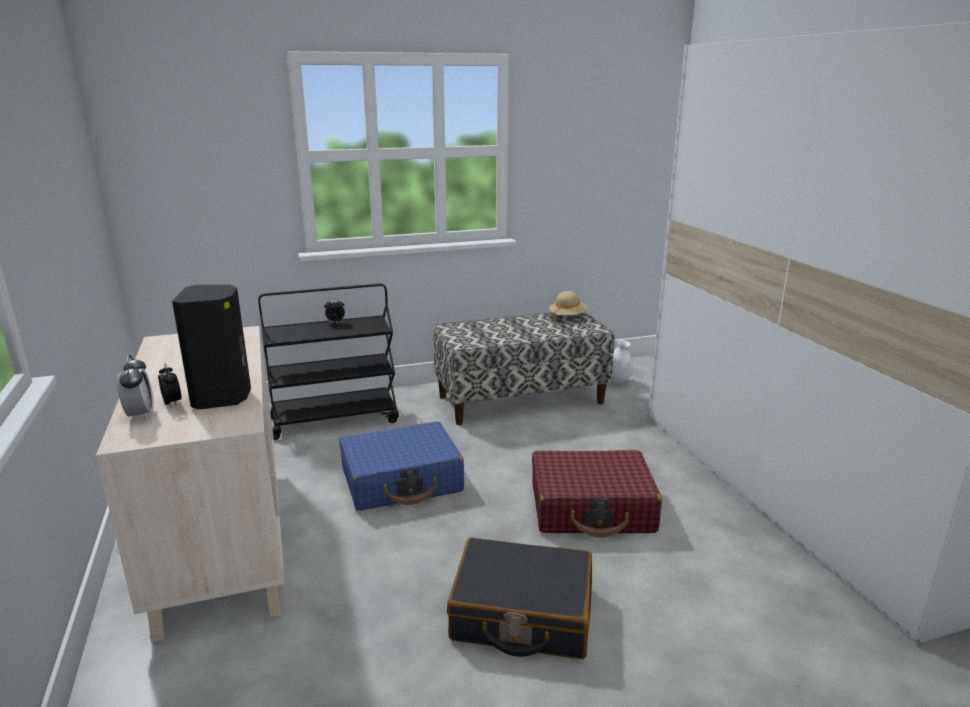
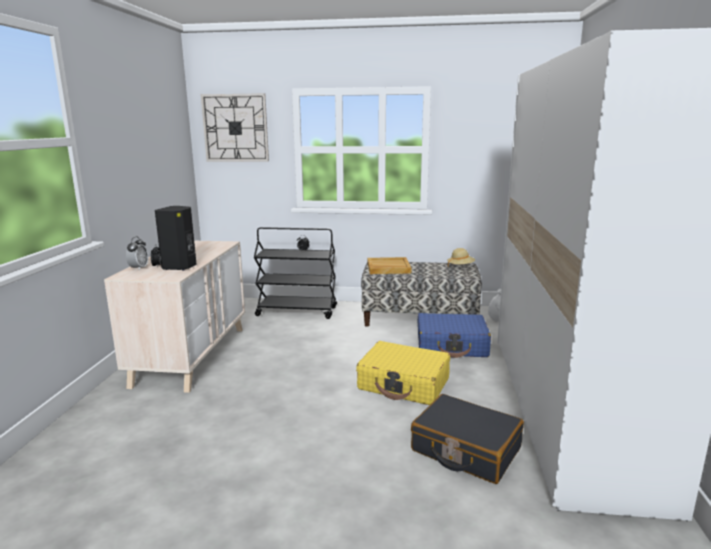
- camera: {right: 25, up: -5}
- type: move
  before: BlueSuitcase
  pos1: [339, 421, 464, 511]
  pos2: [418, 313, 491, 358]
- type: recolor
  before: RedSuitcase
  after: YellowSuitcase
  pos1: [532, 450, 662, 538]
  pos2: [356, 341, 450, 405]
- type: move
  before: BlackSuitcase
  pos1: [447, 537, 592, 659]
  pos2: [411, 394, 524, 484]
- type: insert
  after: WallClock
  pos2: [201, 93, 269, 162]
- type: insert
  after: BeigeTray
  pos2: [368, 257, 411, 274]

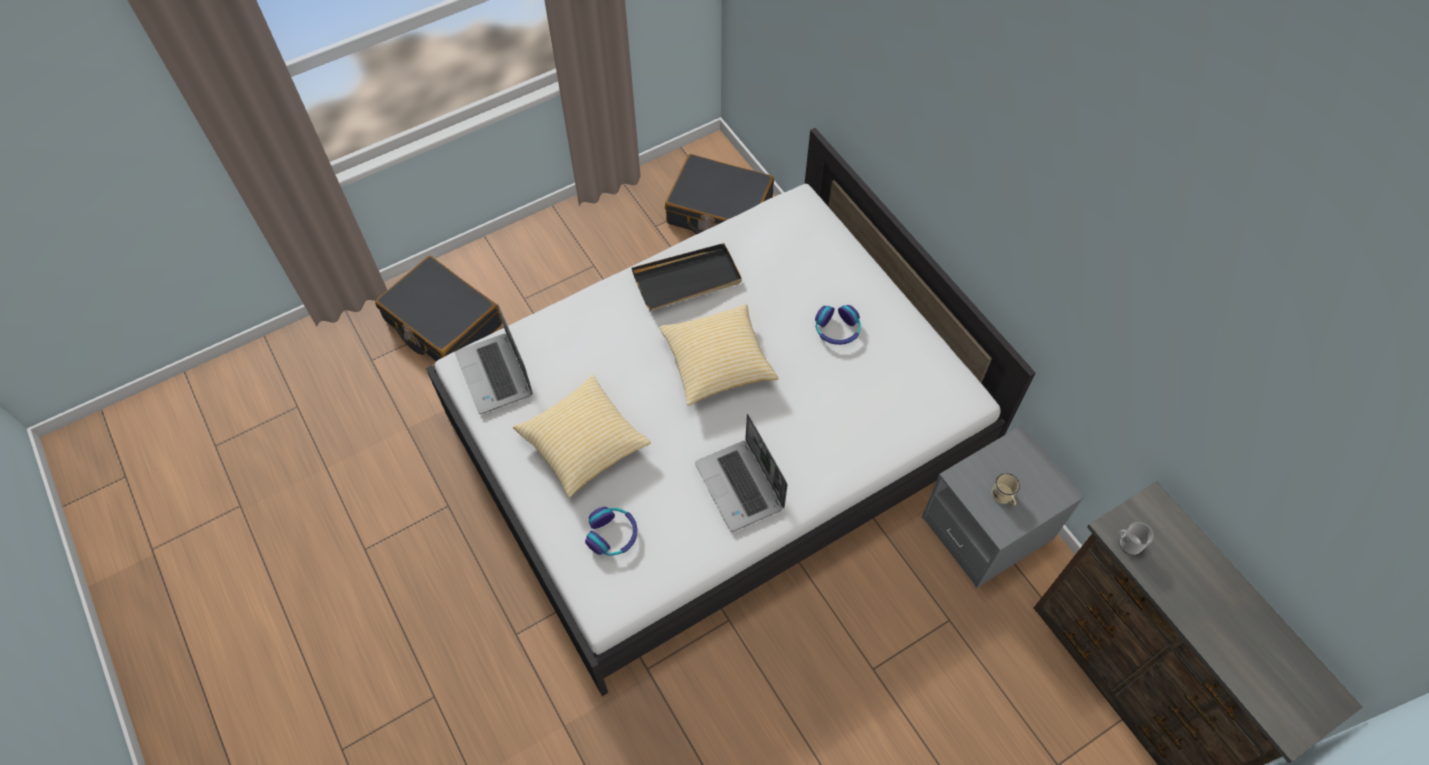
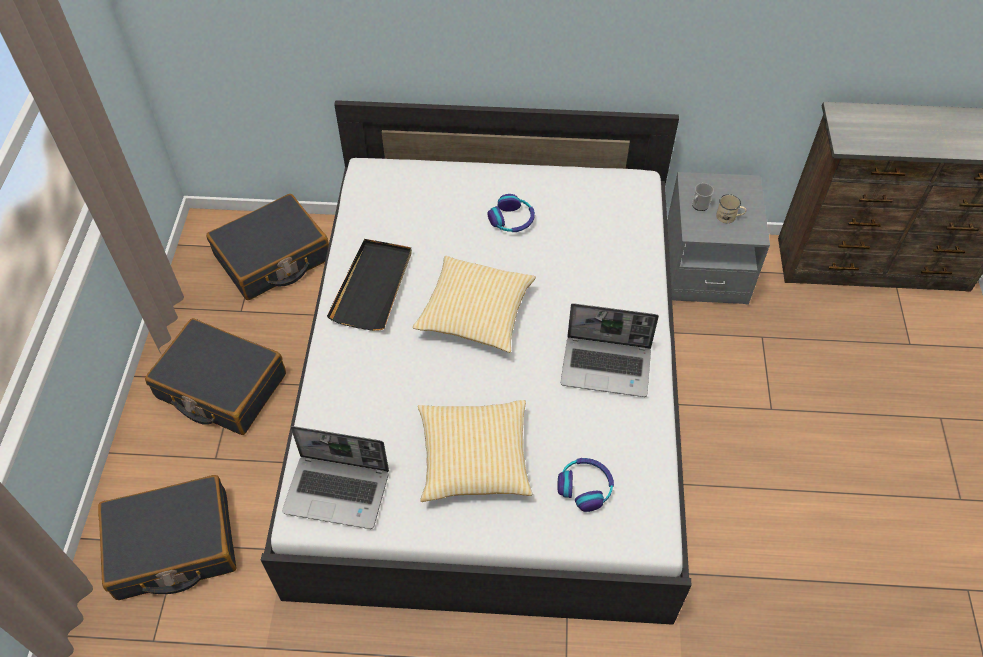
- camera: {right: -55, up: -5}
- type: move
  before: Mug
  pos1: [1120, 522, 1154, 555]
  pos2: [692, 183, 714, 211]
- type: insert
  after: BlackSuitcase
  pos2: [145, 318, 286, 435]

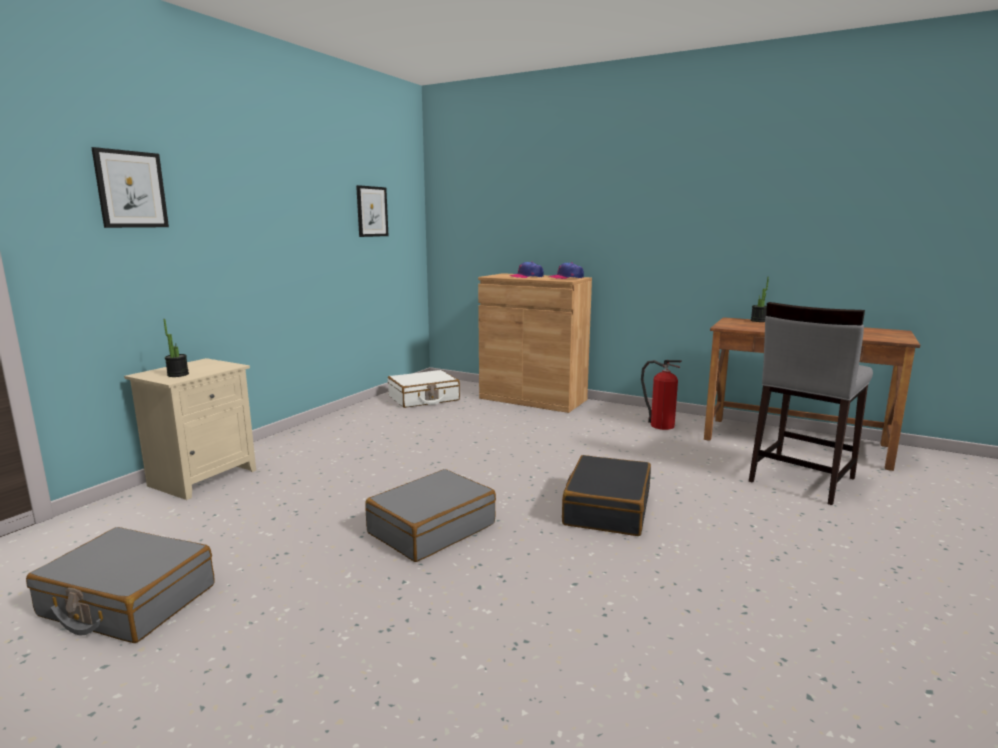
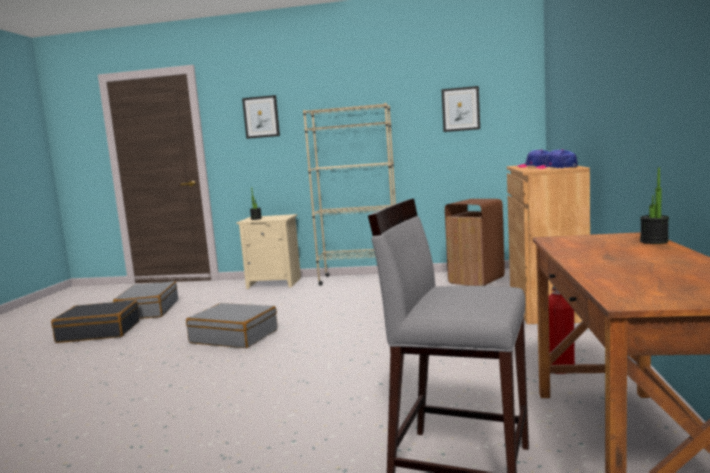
- camera: {right: 70, up: -5}
- type: replace
  before: WhiteSuitcase
  after: BrownTrashCan
  pos1: [388, 370, 460, 408]
  pos2: [445, 199, 505, 286]
- type: move
  before: BlackSuitcase
  pos1: [562, 455, 651, 536]
  pos2: [51, 300, 140, 343]
- type: insert
  after: BeigeBookcase
  pos2: [303, 103, 396, 286]

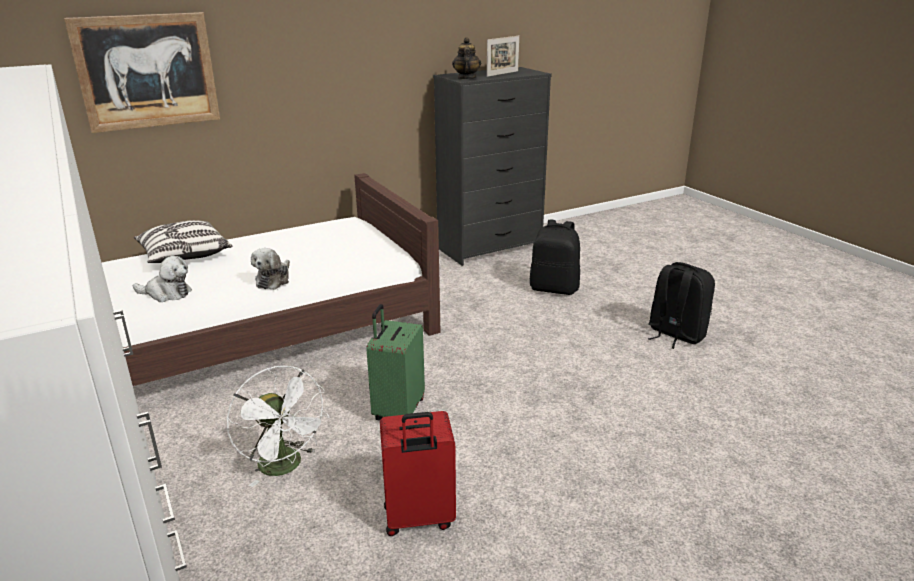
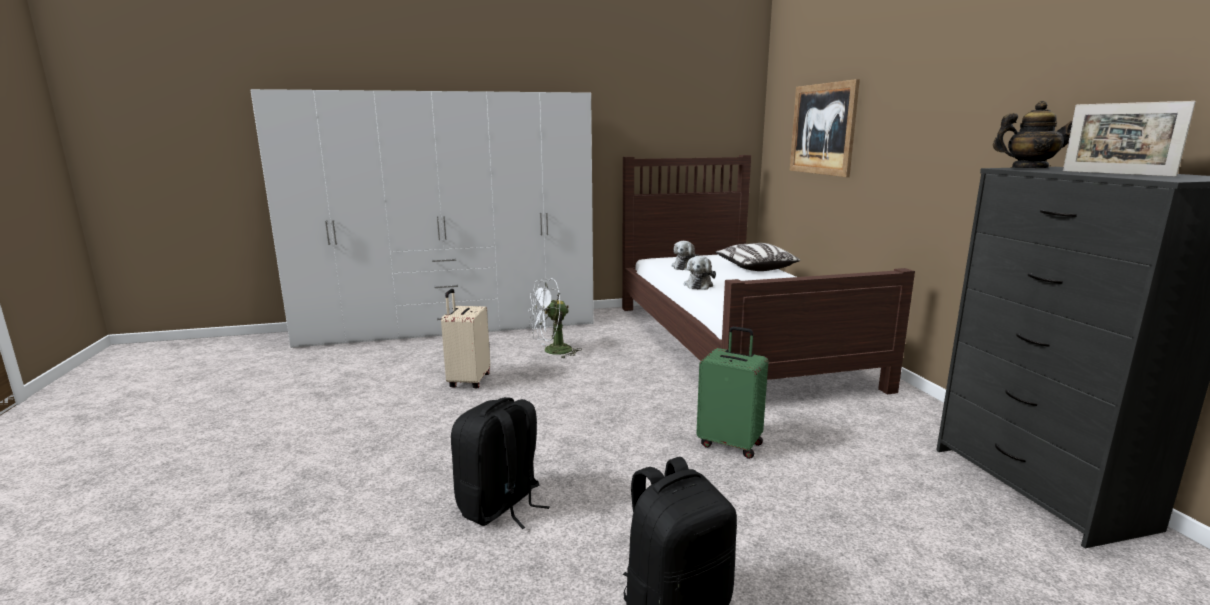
- camera: {right: 105, up: -10}
- type: move
  before: BlackBackpack
  pos1: [530, 220, 580, 295]
  pos2: [451, 397, 550, 529]
- type: rotate
  before: PlushToy
  pos1: [251, 248, 290, 290]
  pos2: [684, 256, 716, 290]
  turn: -105
- type: move
  before: GreenSuitcase
  pos1: [366, 304, 425, 421]
  pos2: [696, 326, 768, 459]
- type: recolor
  before: RedSuitcase
  after: BeigeSuitcase
  pos1: [380, 411, 456, 536]
  pos2: [441, 289, 490, 388]

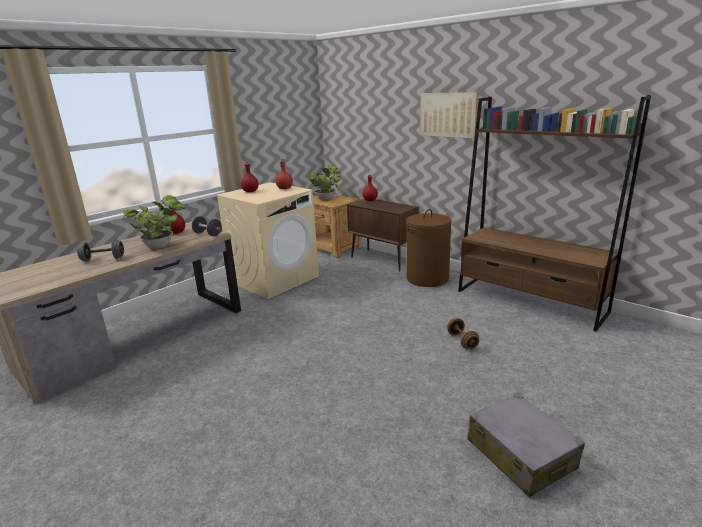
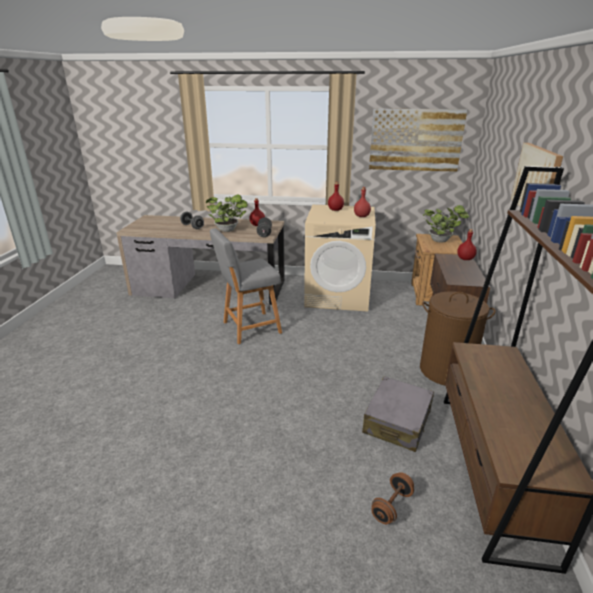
- camera: {right: 55, up: 5}
- type: move
  before: BrownDumbbell
  pos1: [447, 318, 479, 349]
  pos2: [371, 472, 414, 524]
- type: move
  before: GreySuitcase
  pos1: [468, 393, 585, 497]
  pos2: [362, 376, 434, 452]
- type: insert
  after: Picture
  pos2: [369, 109, 467, 172]
- type: insert
  after: GreyStool
  pos2: [210, 228, 282, 344]

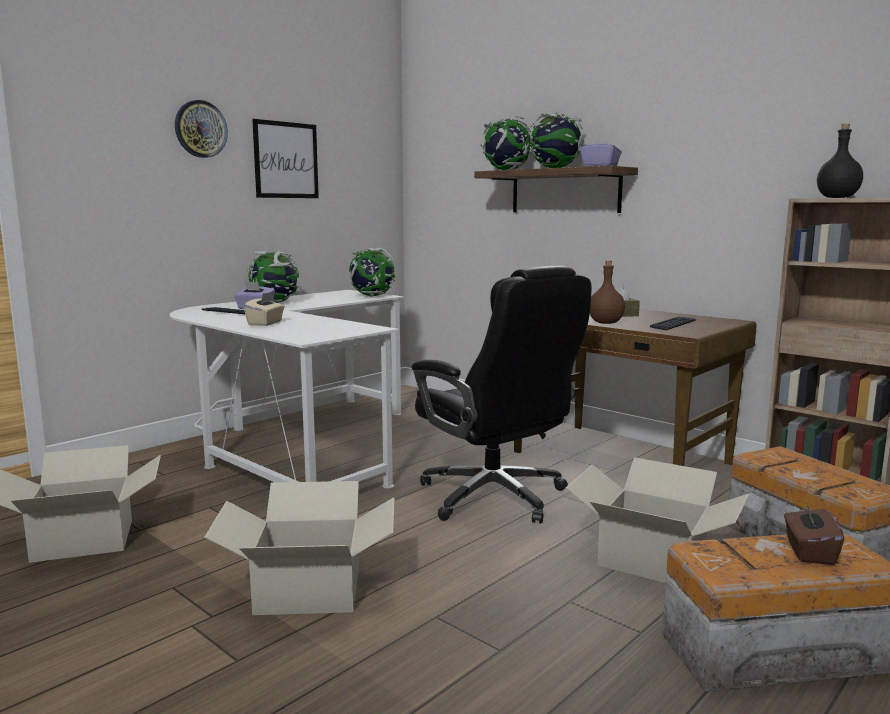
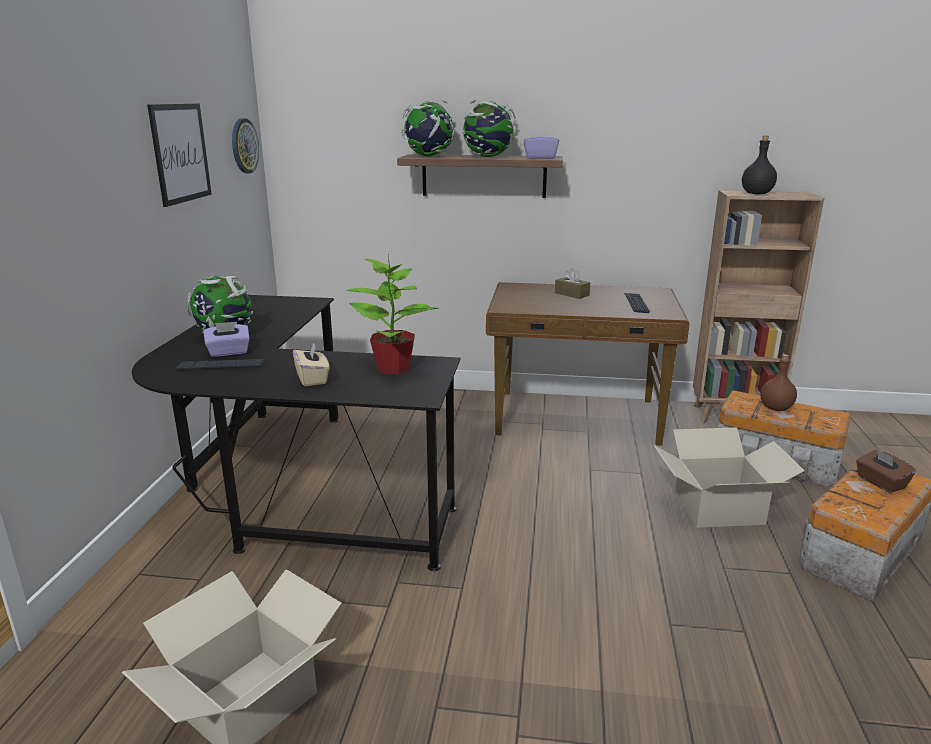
- camera: {right: -35, up: 10}
- type: move
  before: WallClock
  pos1: [175, 100, 228, 158]
  pos2: [232, 118, 259, 173]
- type: delete
  before: Globe
  pos1: [349, 247, 395, 297]
- type: move
  before: BrownBottle
  pos1: [590, 261, 625, 324]
  pos2: [760, 354, 797, 411]
- type: delete
  before: BlackOfficeChair
  pos1: [412, 266, 592, 524]
- type: recolor
  before: WhiteDesk
  after: BlackDesk
  pos1: [169, 290, 404, 489]
  pos2: [132, 295, 460, 571]
- type: delete
  before: CardboardBox
  pos1: [205, 481, 394, 615]
- type: insert
  after: PottedPlant
  pos2: [347, 252, 438, 374]

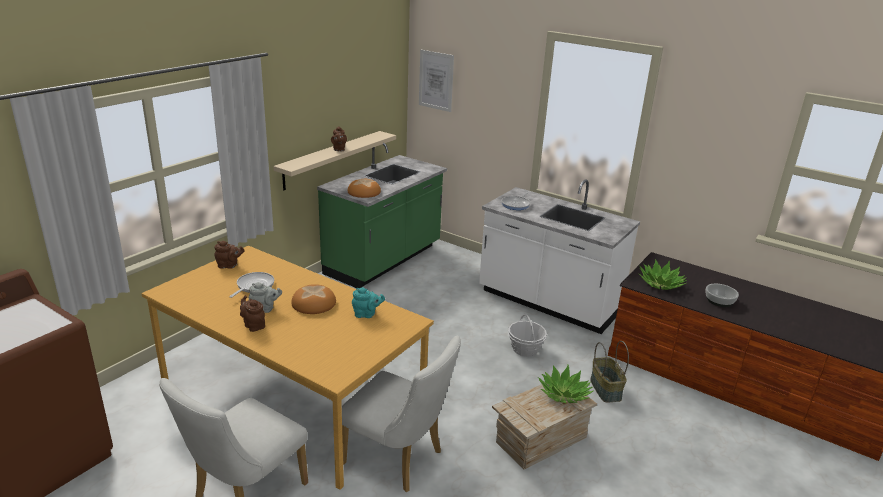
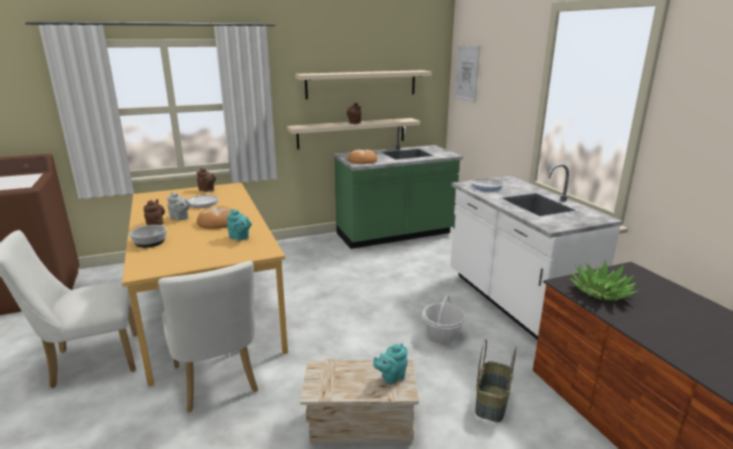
- camera: {right: 35, up: -5}
- type: move
  before: Bowl
  pos1: [705, 284, 739, 307]
  pos2: [129, 225, 167, 248]
- type: replace
  before: PottedPlant
  after: TurquoiseTeapot
  pos1: [538, 365, 593, 403]
  pos2: [373, 343, 408, 384]
- type: insert
  after: BeigeShelf
  pos2: [295, 70, 432, 99]

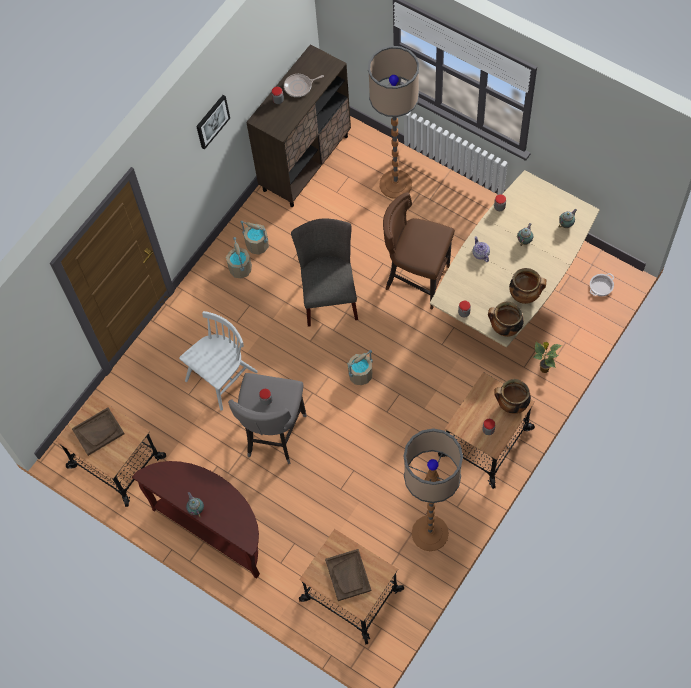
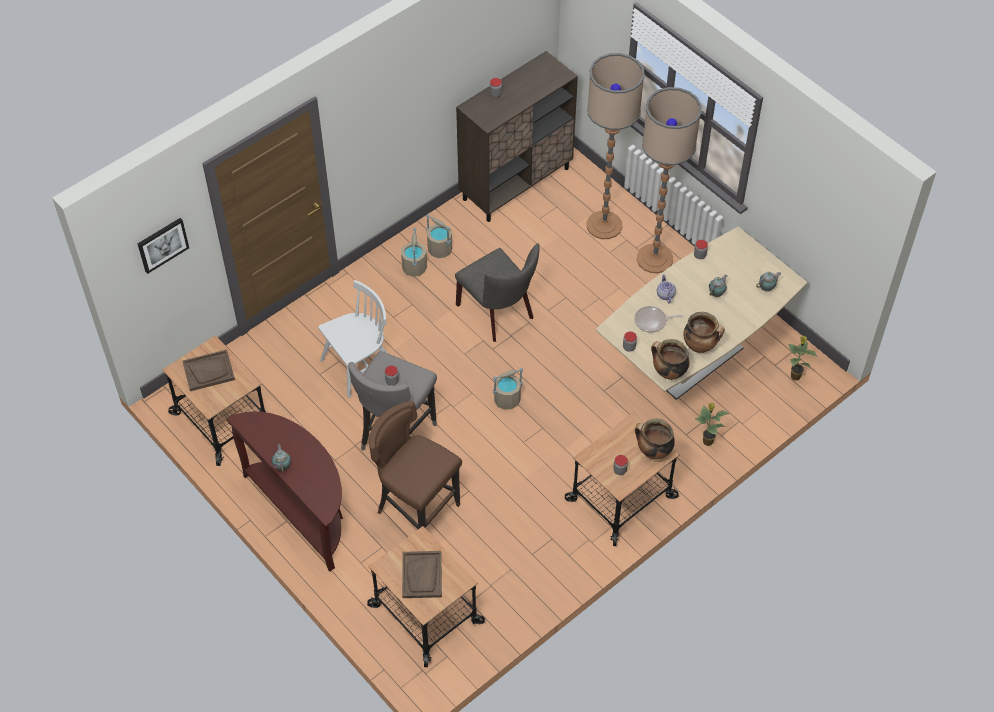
- camera: {right: 10, up: -10}
- type: move
  before: FryingPan
  pos1: [284, 74, 324, 97]
  pos2: [635, 306, 683, 333]
- type: move
  before: Picture
  pos1: [196, 95, 230, 150]
  pos2: [138, 218, 189, 274]
- type: move
  before: BrownStool
  pos1: [383, 192, 455, 310]
  pos2: [369, 401, 462, 529]
- type: rotate
  before: GreyChair
  pos1: [291, 219, 358, 327]
  pos2: [455, 243, 540, 342]
  turn: 135
- type: replace
  before: CookingPot
  after: PottedPlant
  pos1: [590, 273, 614, 296]
  pos2: [788, 336, 817, 381]
- type: move
  before: FloorLamp
  pos1: [403, 428, 463, 551]
  pos2: [637, 87, 702, 273]

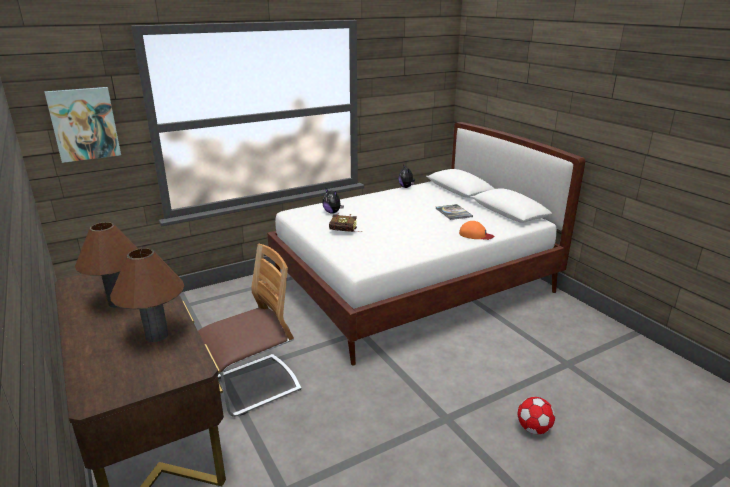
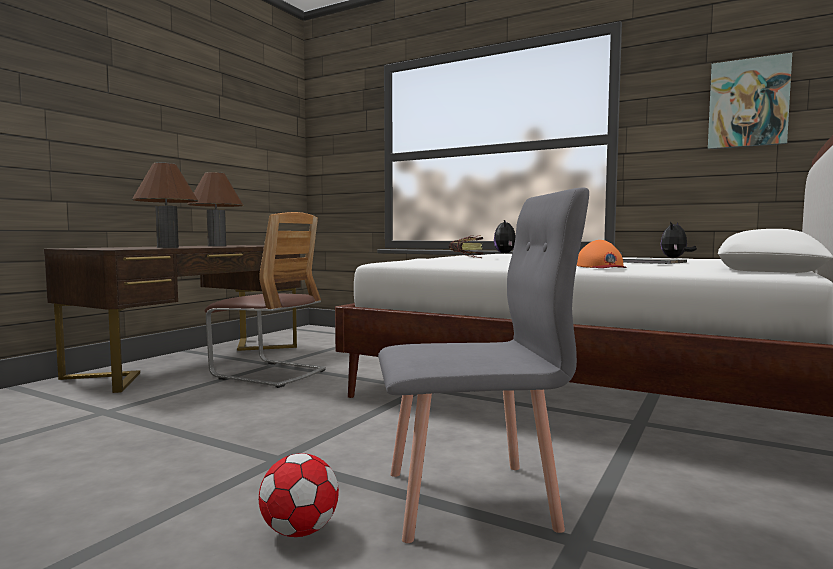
- camera: {right: 60, up: -20}
- type: move
  before: Picture
  pos1: [44, 87, 121, 163]
  pos2: [708, 53, 792, 149]
- type: insert
  after: GreyChair
  pos2: [378, 188, 589, 543]

